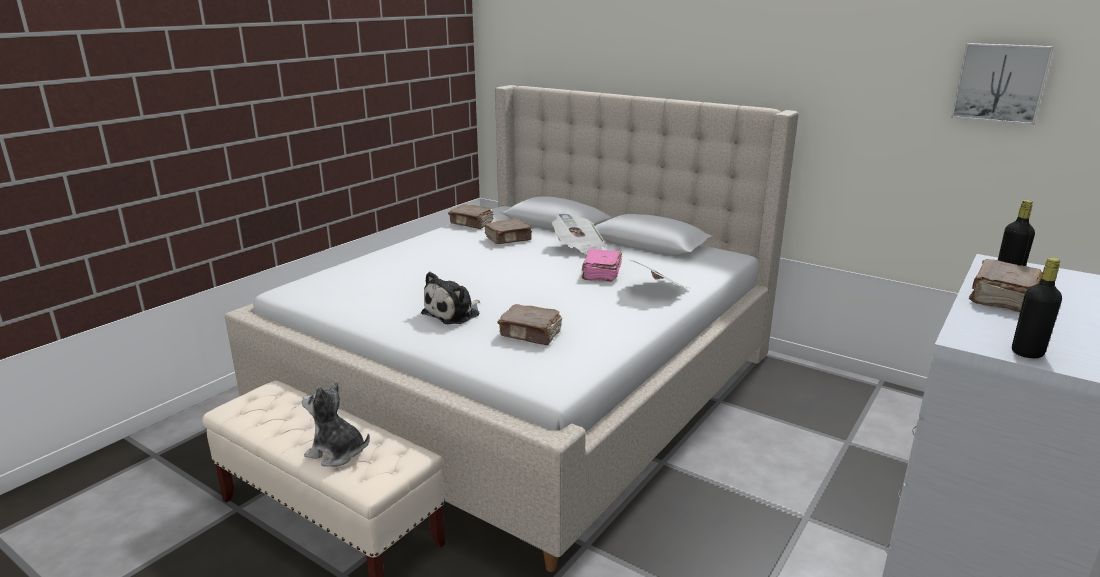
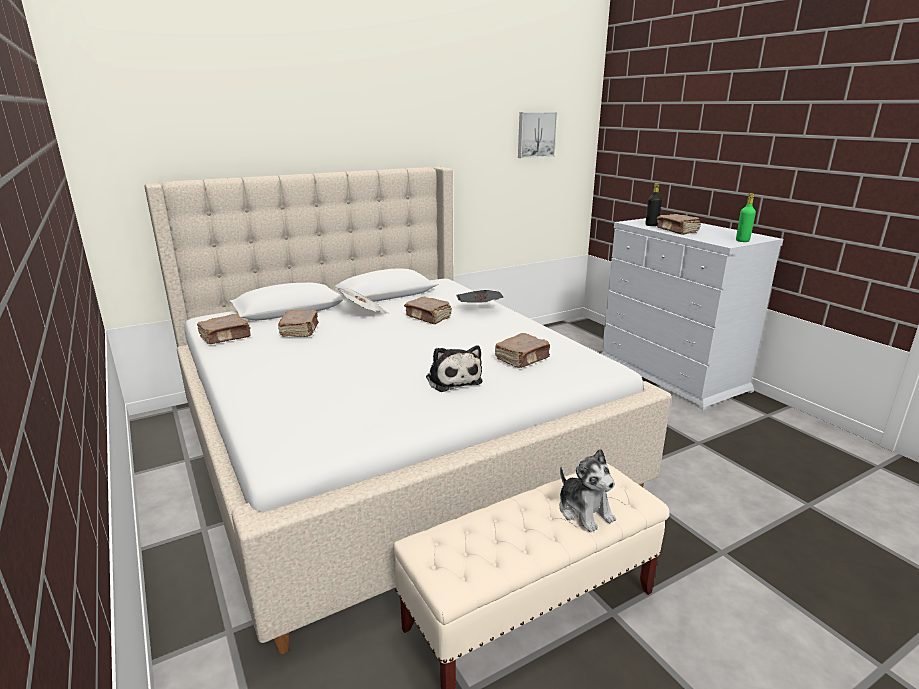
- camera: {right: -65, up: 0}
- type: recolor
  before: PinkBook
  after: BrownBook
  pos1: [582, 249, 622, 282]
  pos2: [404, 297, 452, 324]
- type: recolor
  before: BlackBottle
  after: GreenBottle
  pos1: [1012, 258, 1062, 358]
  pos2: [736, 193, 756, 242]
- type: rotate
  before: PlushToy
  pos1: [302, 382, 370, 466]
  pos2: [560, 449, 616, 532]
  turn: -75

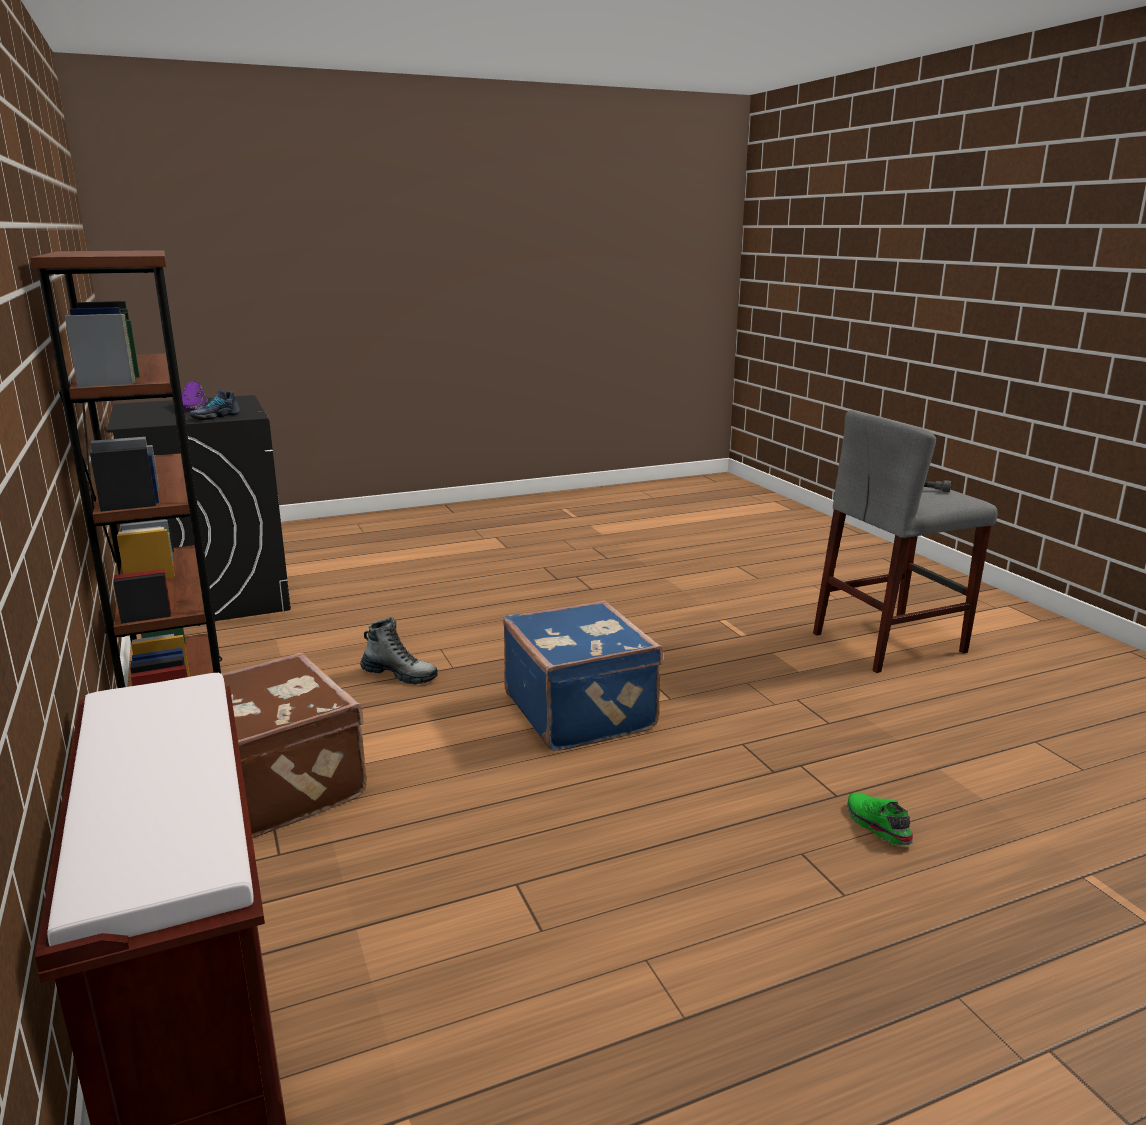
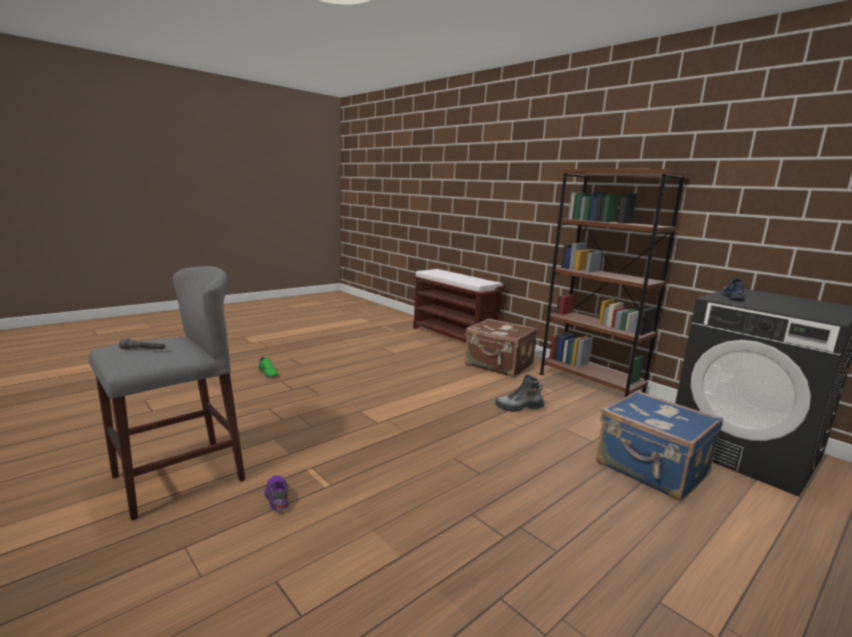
- camera: {right: 160, up: -5}
- type: move
  before: PurpleShoe
  pos1: [182, 381, 208, 410]
  pos2: [264, 475, 289, 511]
- type: move
  before: BlueSuitcase
  pos1: [503, 600, 663, 751]
  pos2: [596, 390, 723, 501]

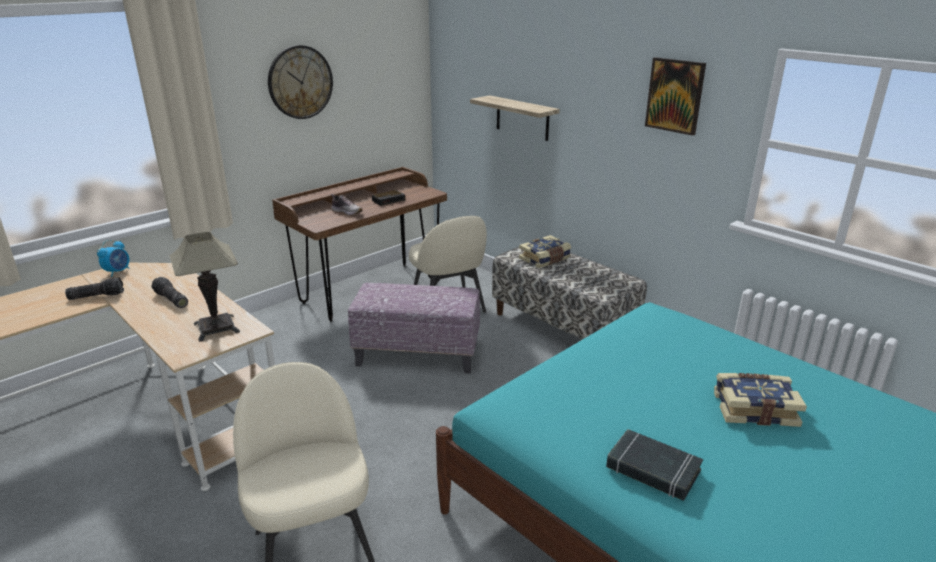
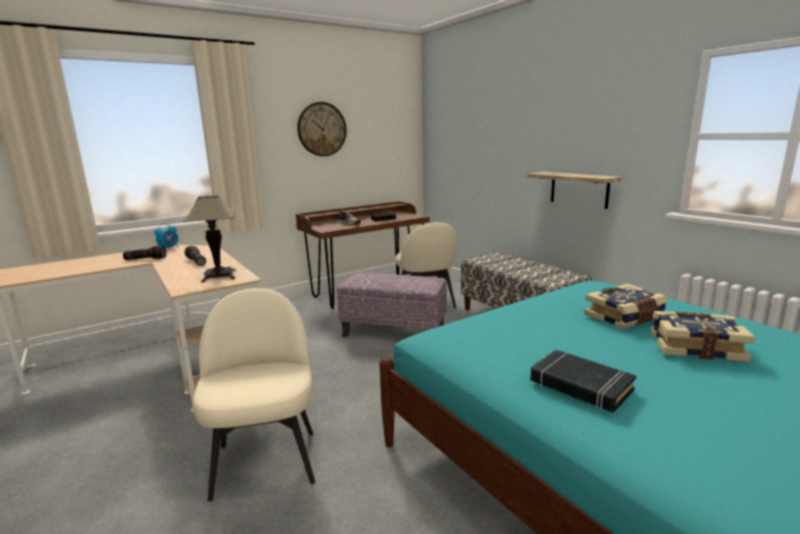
- camera: {right: 10, up: -10}
- type: delete
  before: Picture
  pos1: [645, 57, 706, 136]
- type: move
  before: Shelf
  pos1: [470, 95, 560, 141]
  pos2: [527, 172, 623, 209]
- type: move
  before: Book
  pos1: [519, 235, 571, 268]
  pos2: [584, 284, 667, 329]

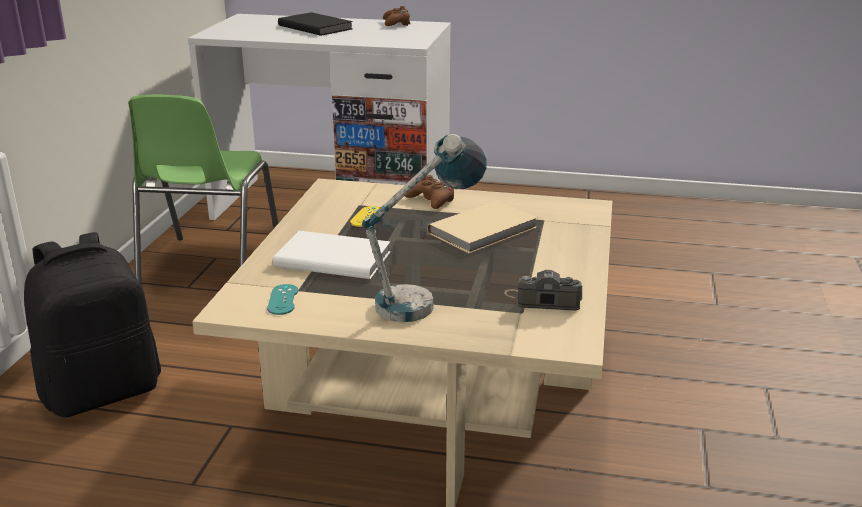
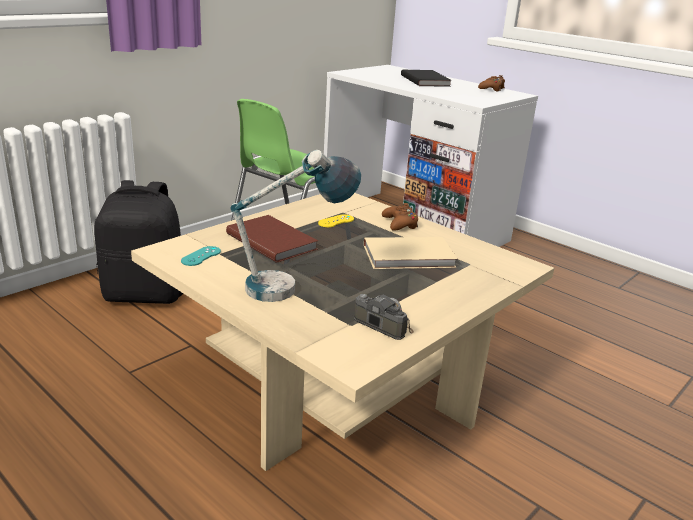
- camera: {right: 30, up: 0}
- type: recolor
  before: WhiteBook
  after: BrownBook
  pos1: [273, 231, 391, 279]
  pos2: [226, 215, 318, 263]

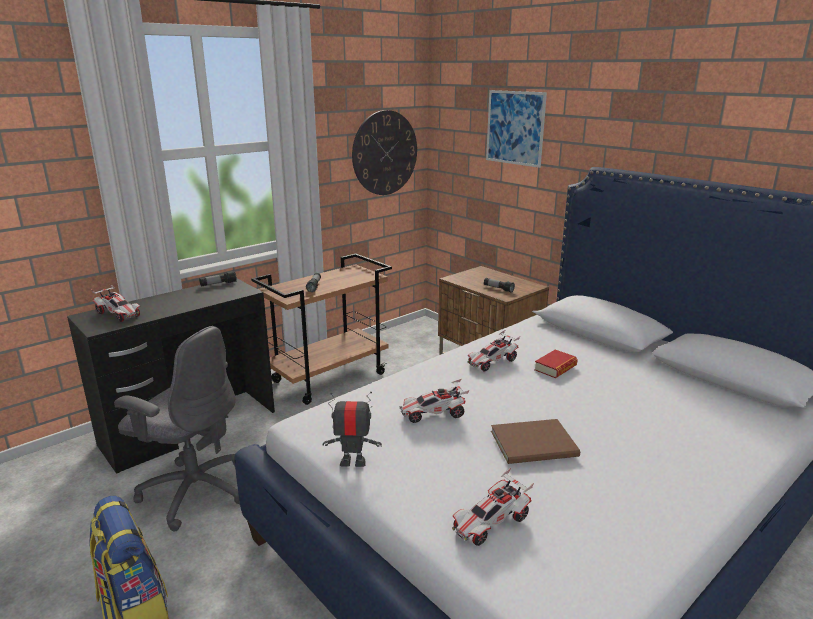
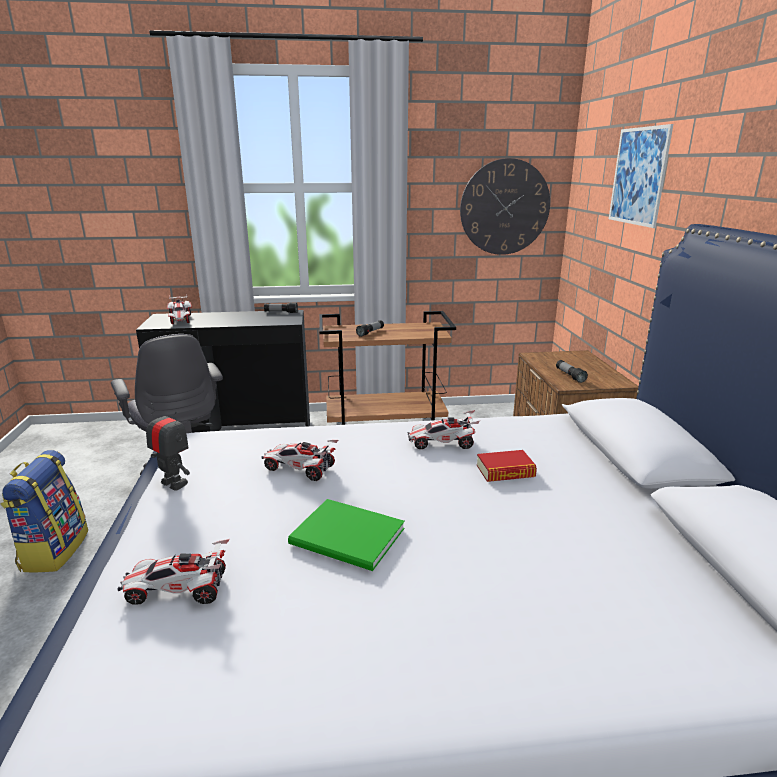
- camera: {right: 35, up: 0}
- type: recolor
  before: BrownBook
  after: GreenBook
  pos1: [491, 419, 580, 464]
  pos2: [288, 499, 405, 571]

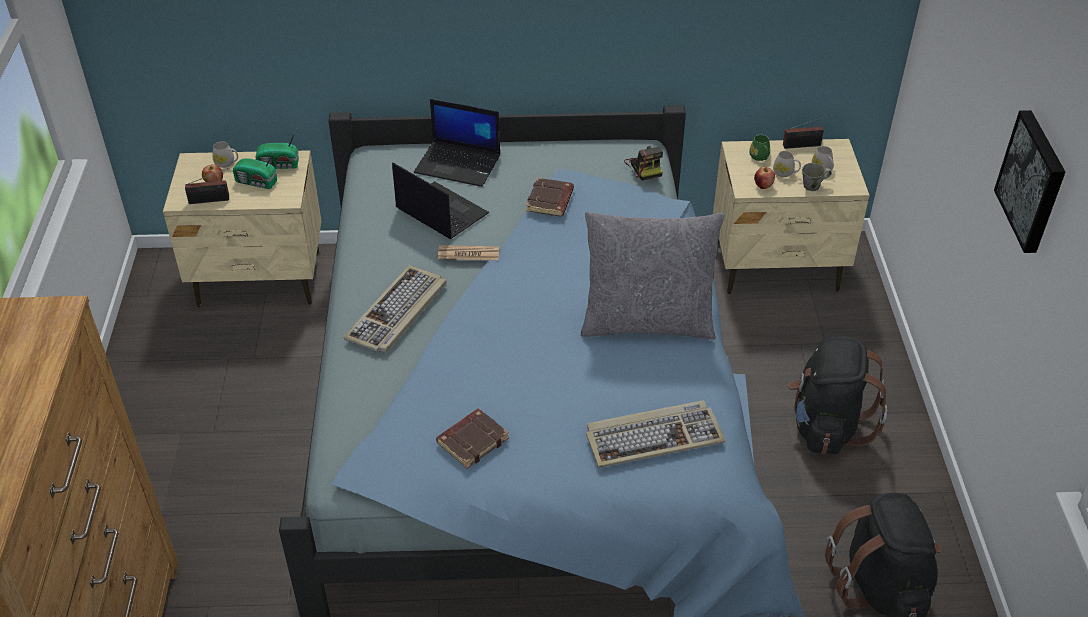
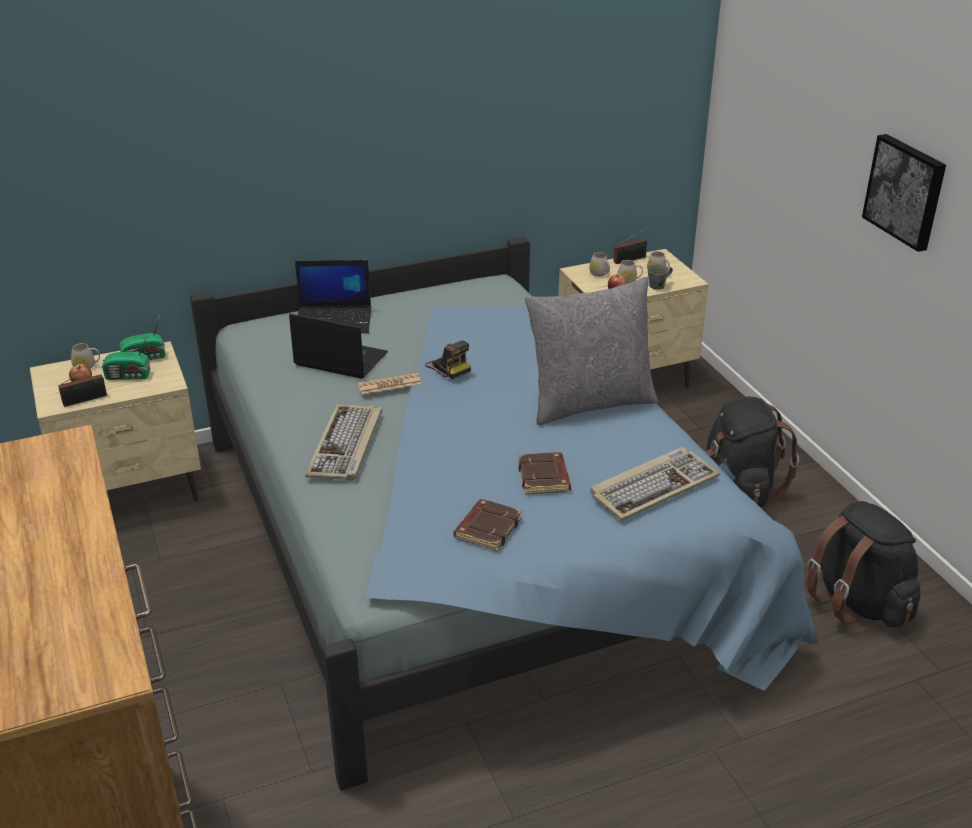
- camera: {right: -20, up: -10}
- type: recolor
  before: GreenMug
  after: WhiteMug
  pos1: [749, 135, 770, 161]
  pos2: [589, 252, 610, 276]
- type: move
  before: PhotoCamera
  pos1: [624, 146, 663, 181]
  pos2: [425, 340, 471, 379]
- type: move
  before: BrownBook
  pos1: [526, 178, 574, 217]
  pos2: [518, 452, 571, 494]

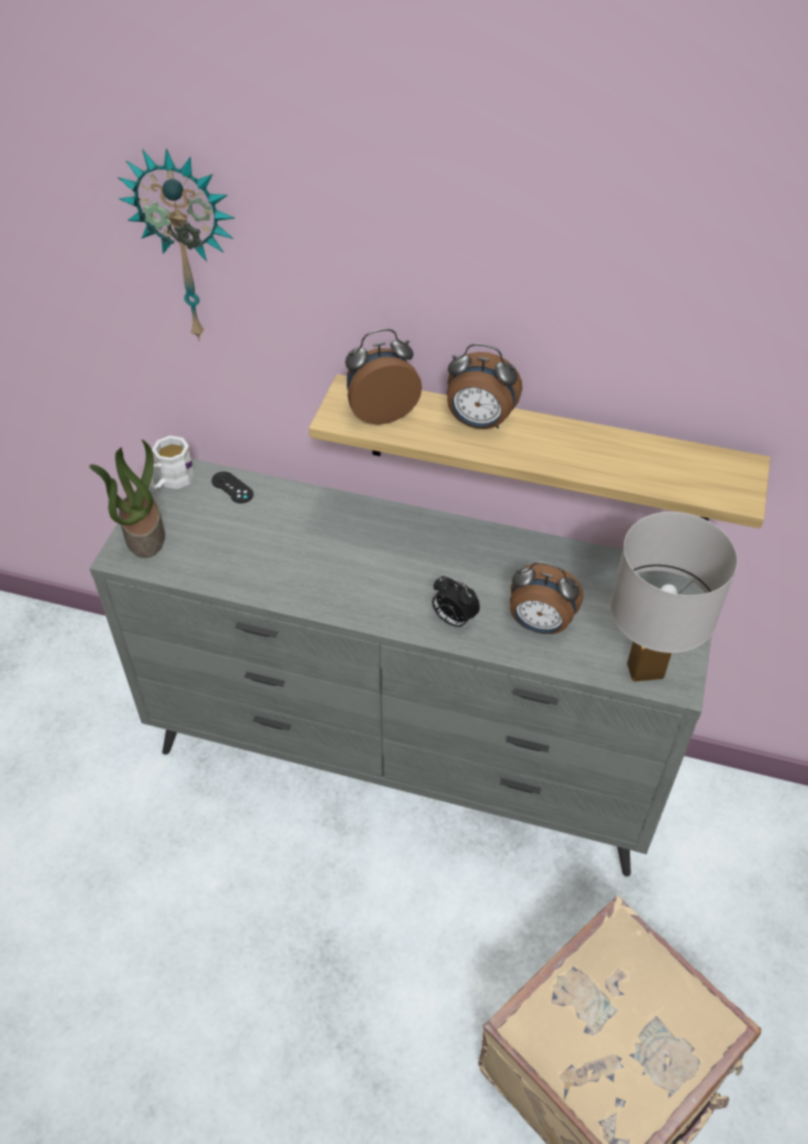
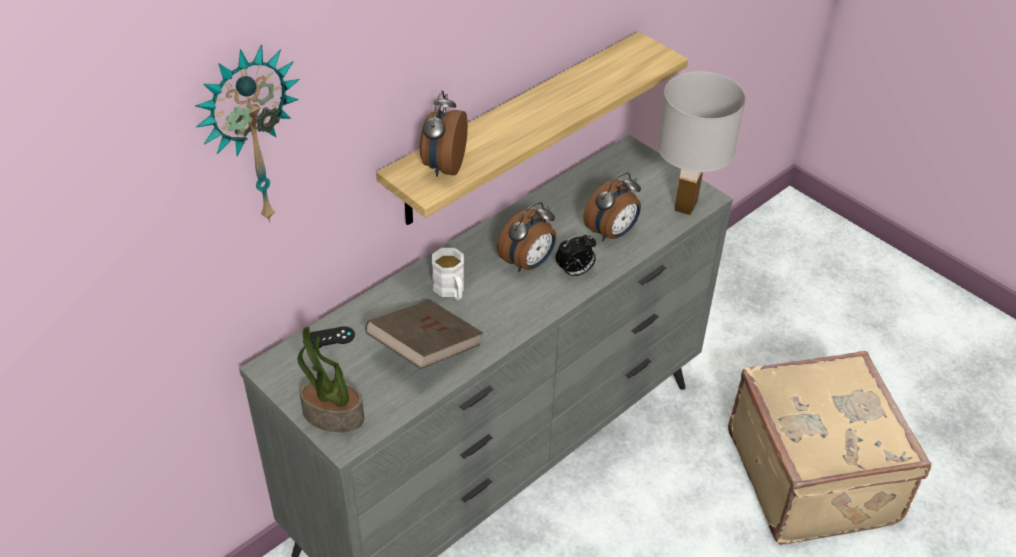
- camera: {right: -60, up: -5}
- type: move
  before: AlarmClock
  pos1: [447, 344, 522, 429]
  pos2: [497, 202, 556, 273]
- type: move
  before: WhiteMug
  pos1: [150, 436, 195, 489]
  pos2: [432, 248, 464, 300]
- type: insert
  after: BrownBook
  pos2: [365, 300, 483, 369]

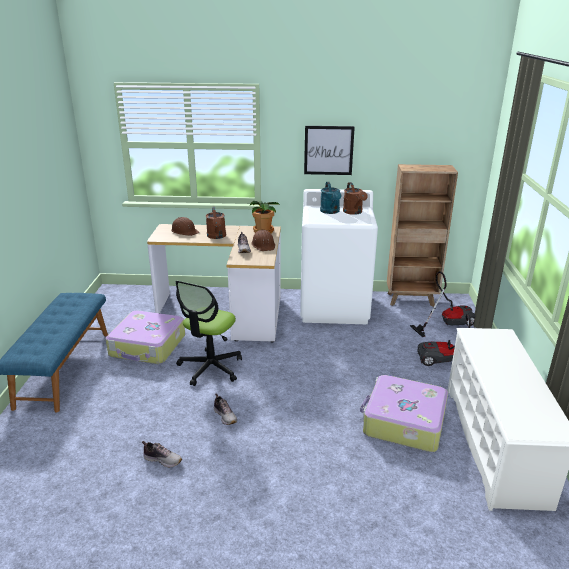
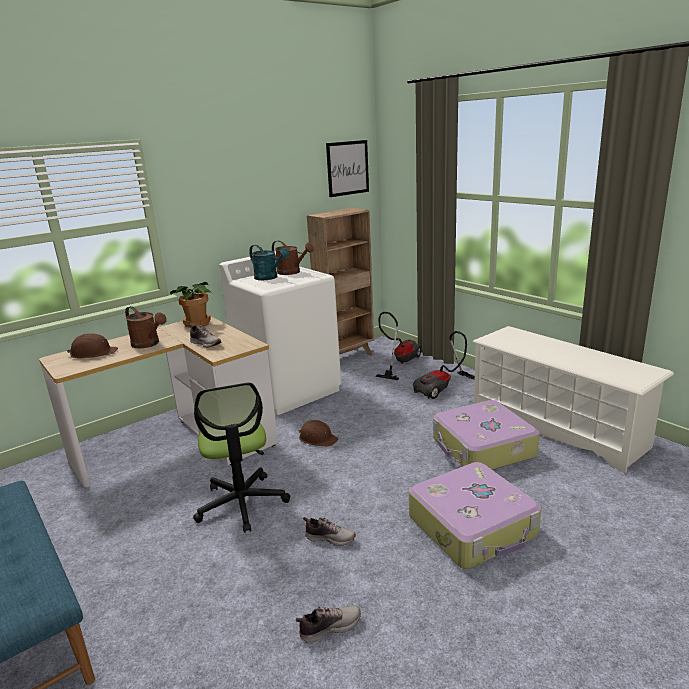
- camera: {right: -40, up: -5}
- type: move
  before: Picture
  pos1: [304, 126, 355, 175]
  pos2: [326, 140, 369, 197]
- type: move
  before: BrownHardHat
  pos1: [251, 230, 275, 251]
  pos2: [299, 420, 338, 447]
- type: move
  before: Suitcase
  pos1: [106, 310, 185, 364]
  pos2: [409, 462, 542, 569]

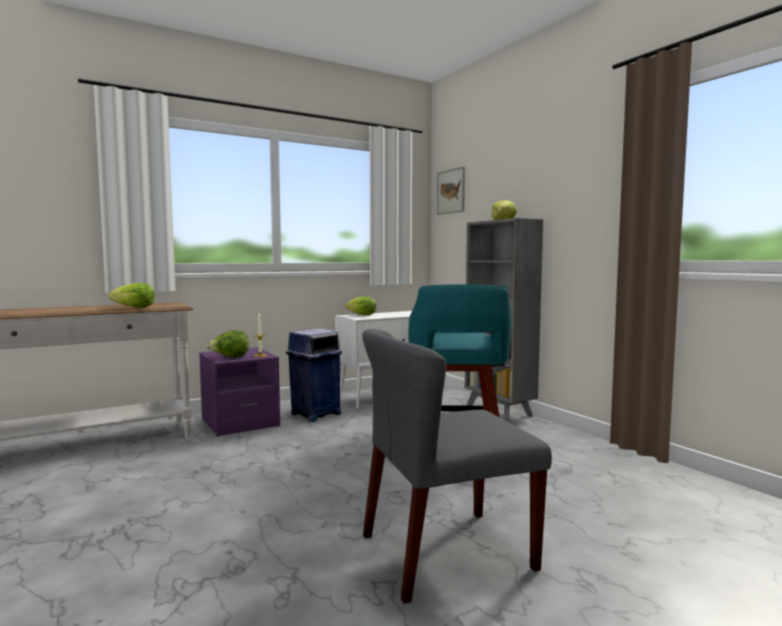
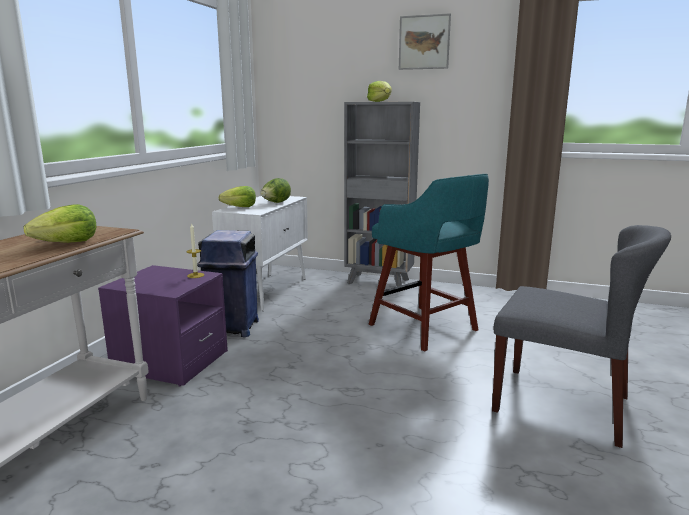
- camera: {right: -40, up: 10}
- type: move
  before: Picture
  pos1: [437, 167, 465, 215]
  pos2: [399, 13, 451, 70]
- type: rotate
  before: GreyChair
  pos1: [362, 329, 552, 604]
  pos2: [492, 225, 671, 448]
  turn: -90
- type: move
  before: Lettuce
  pos1: [206, 330, 249, 357]
  pos2: [260, 178, 291, 203]

